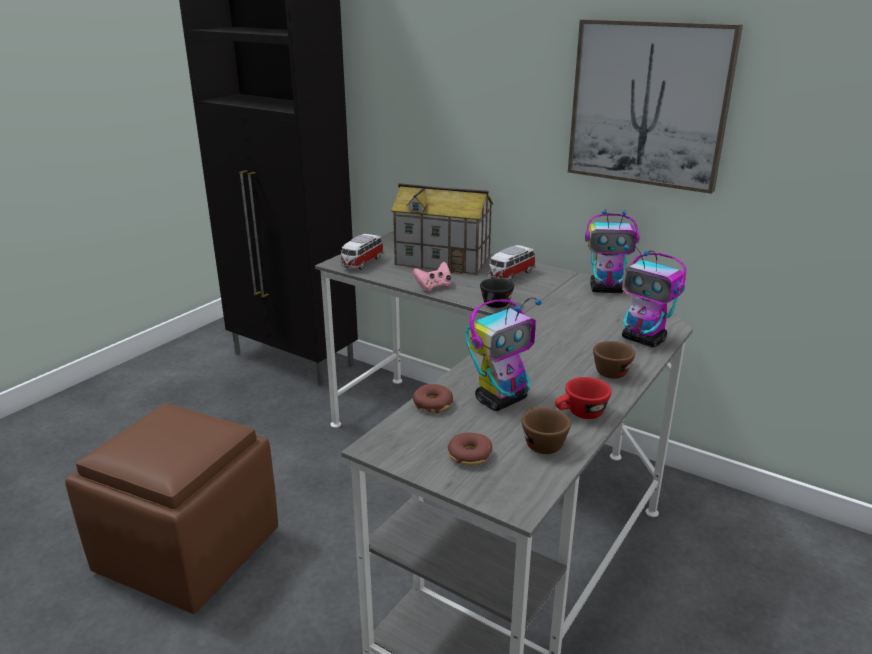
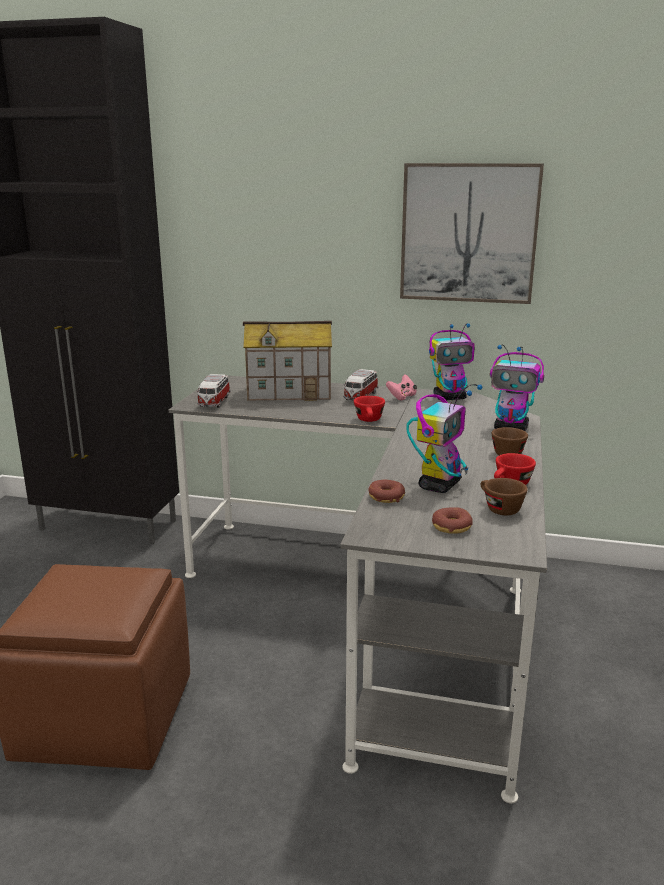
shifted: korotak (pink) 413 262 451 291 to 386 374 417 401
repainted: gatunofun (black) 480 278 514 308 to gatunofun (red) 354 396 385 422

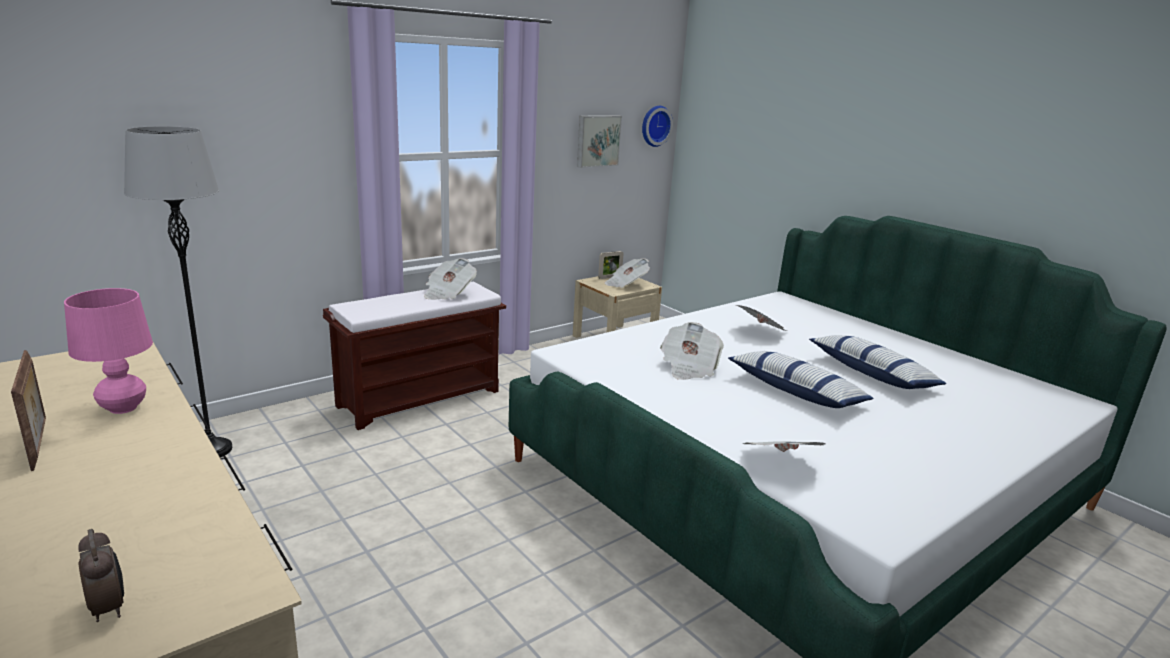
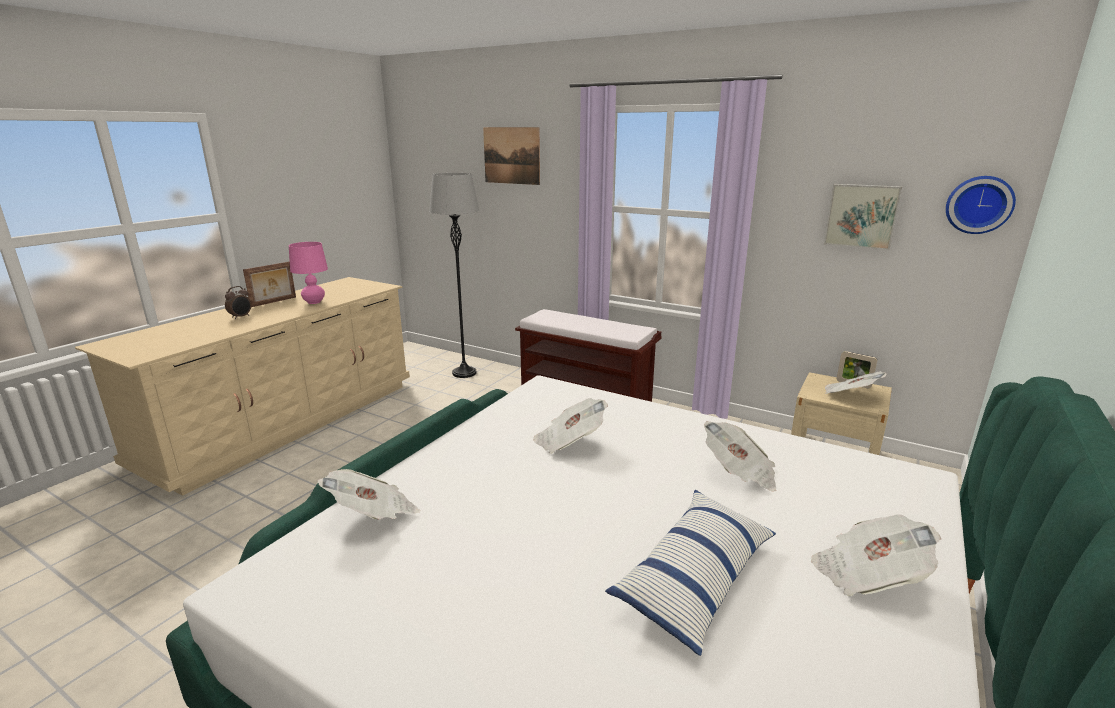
gone: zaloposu 728 351 874 408
new: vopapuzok 483 127 540 185
shifted: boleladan 78 529 124 622 to 225 286 251 319; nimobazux 424 258 477 300 to 811 514 941 596

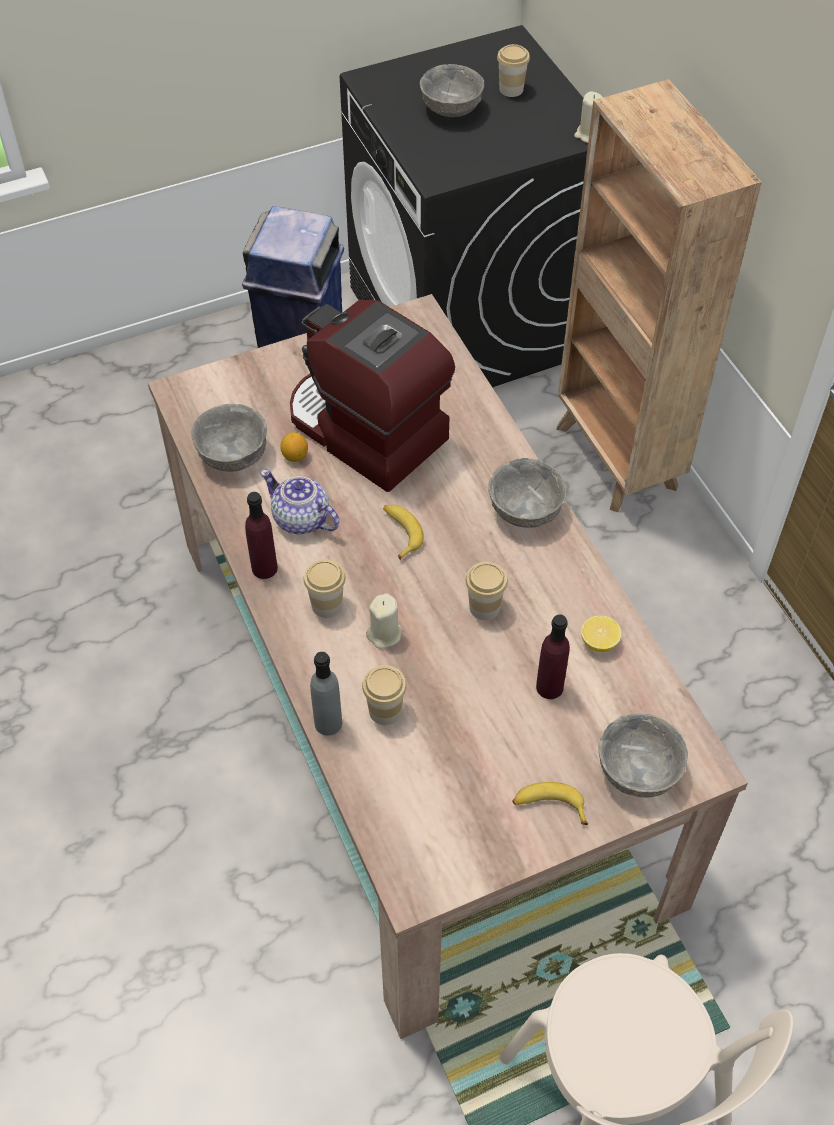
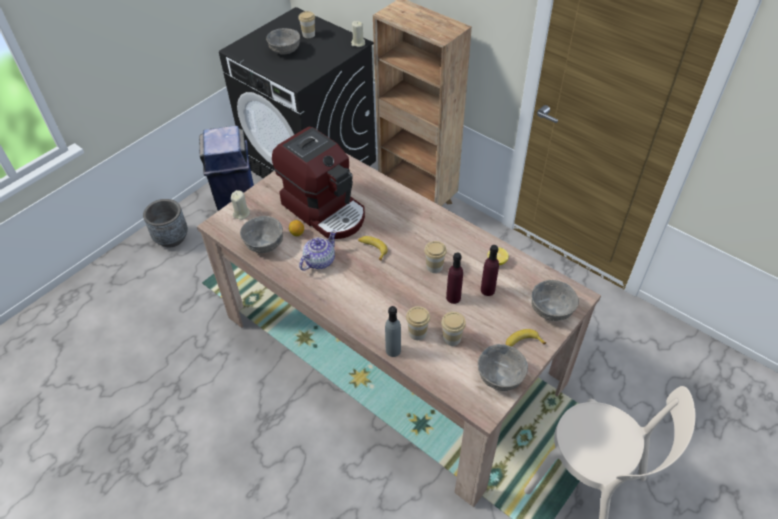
new: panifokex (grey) 143 199 188 248
shifted: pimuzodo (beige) 366 593 402 649 to 231 190 250 220; gatunofun 303 559 346 618 to 441 312 466 346; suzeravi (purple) 245 492 278 579 to 446 253 463 304; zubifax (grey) 488 458 567 528 to 478 344 528 391
rotated: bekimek 290 300 455 492 = 272 126 365 239 150 degrees counterclockwise; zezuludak 260 470 339 535 = 299 230 337 271 120 degrees clockwise

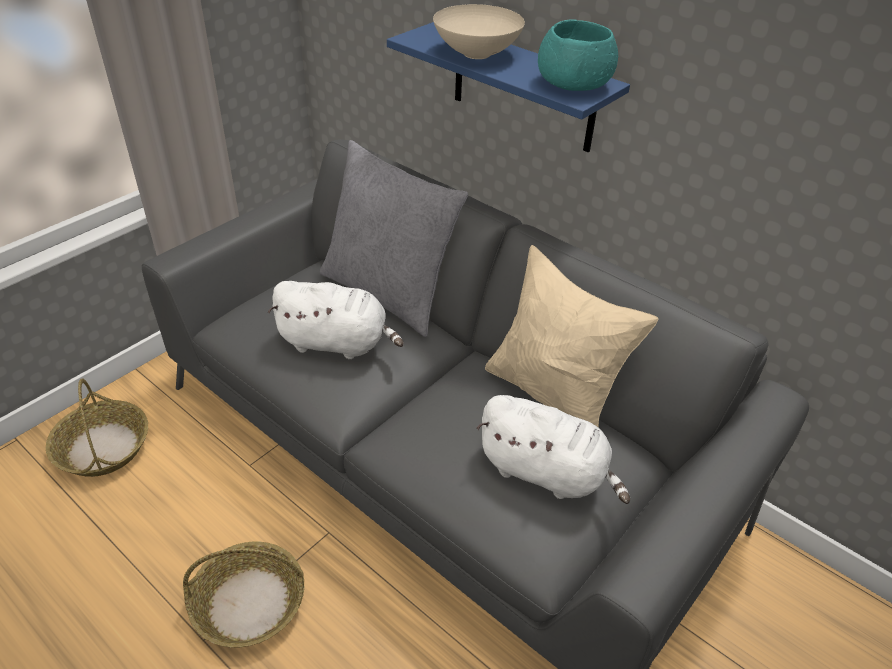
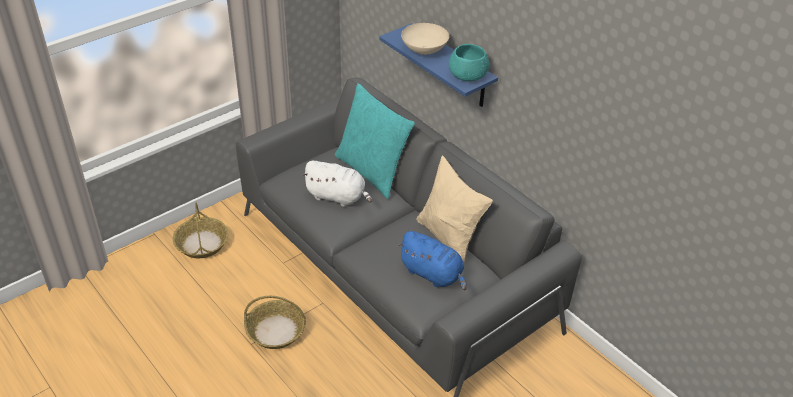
repainted: zaloposu (grey) 320 140 468 337 to zaloposu (turquoise) 335 83 415 199; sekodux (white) 477 395 630 504 to sekodux (blue) 397 231 467 290

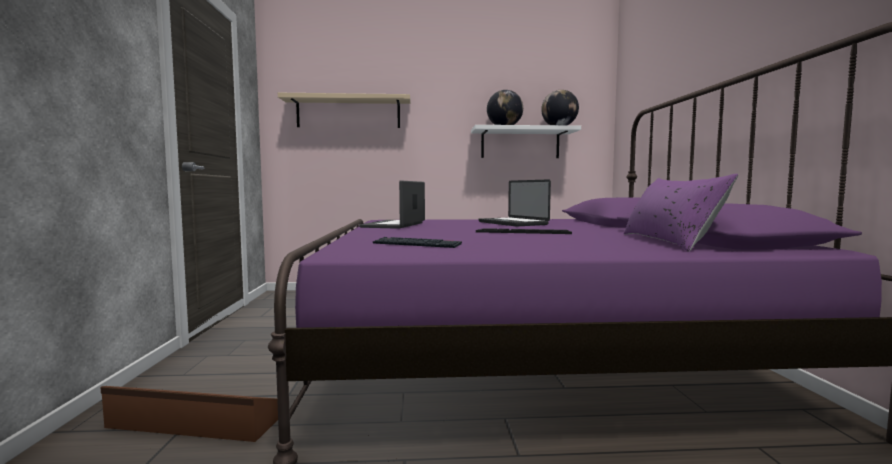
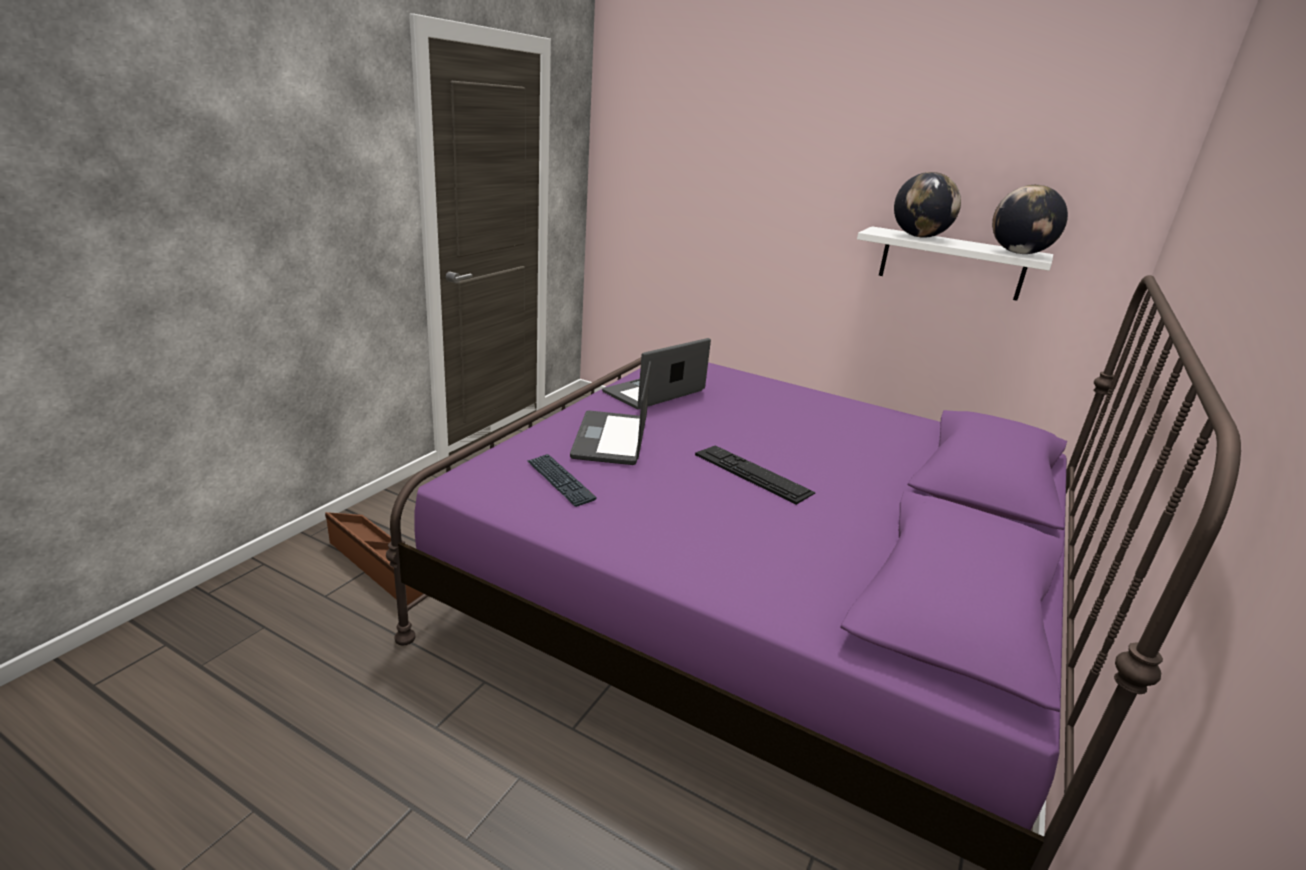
gone: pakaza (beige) 278 93 411 128; zaloposu (purple) 624 174 738 252
shifted: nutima 479 179 551 227 to 570 361 651 465

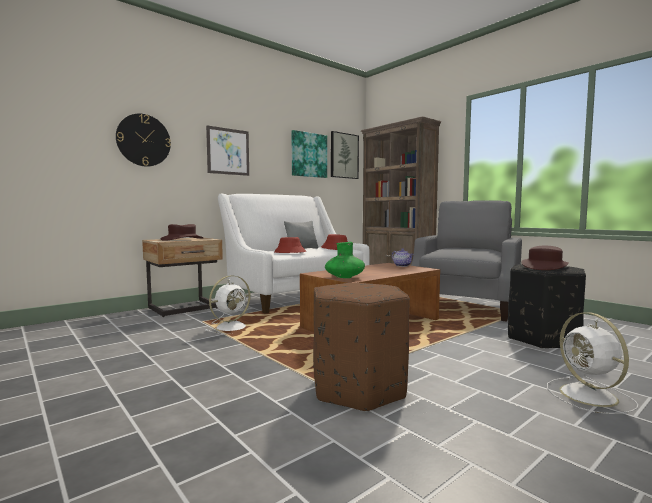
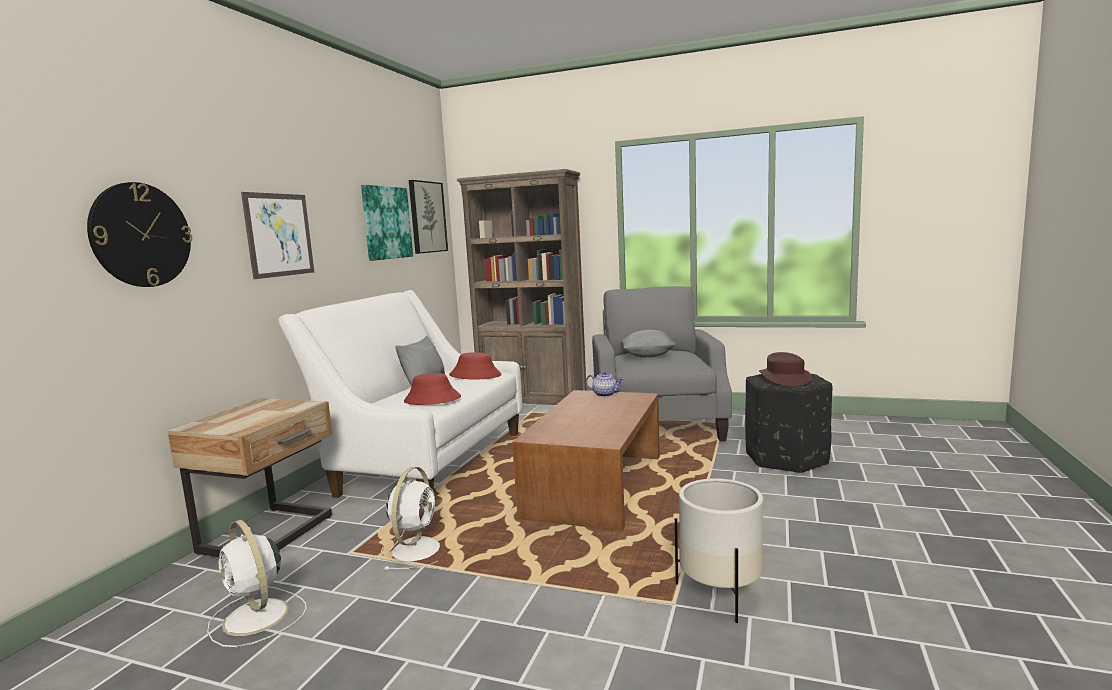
gone: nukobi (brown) 160 224 204 241; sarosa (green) 325 242 365 278
new: zaloposu (grey) 620 330 676 357
shifted: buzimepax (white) 547 312 638 414 to 207 520 307 647
swapped: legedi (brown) 313 282 410 413 to panifokex (white) 675 478 763 623

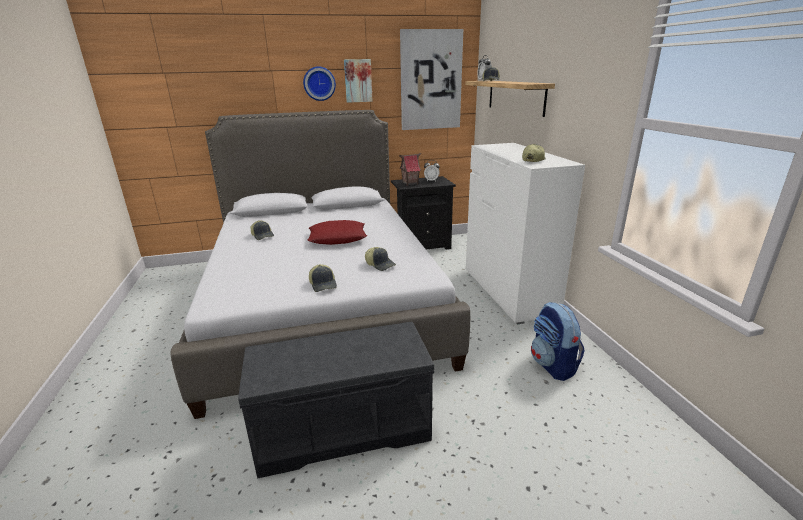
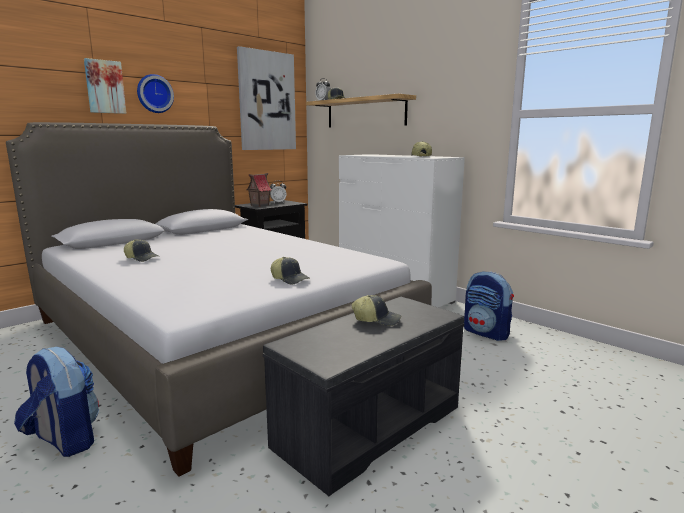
gone: zaloposu (red) 308 220 367 245
new: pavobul 14 347 99 457
shifted: vopapuzok 344 59 373 103 to 84 58 126 114; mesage 365 247 396 271 to 351 295 401 326

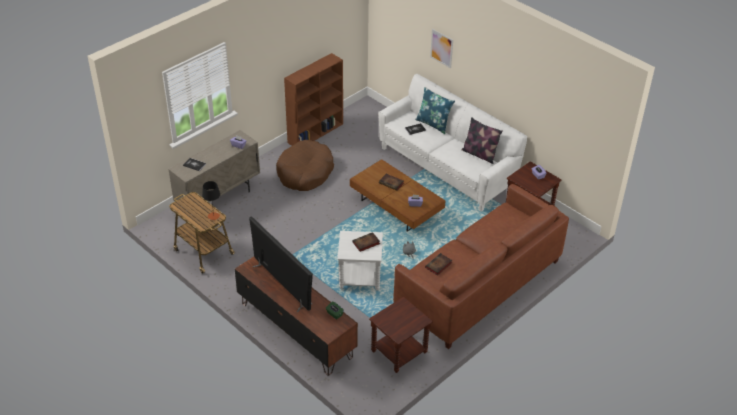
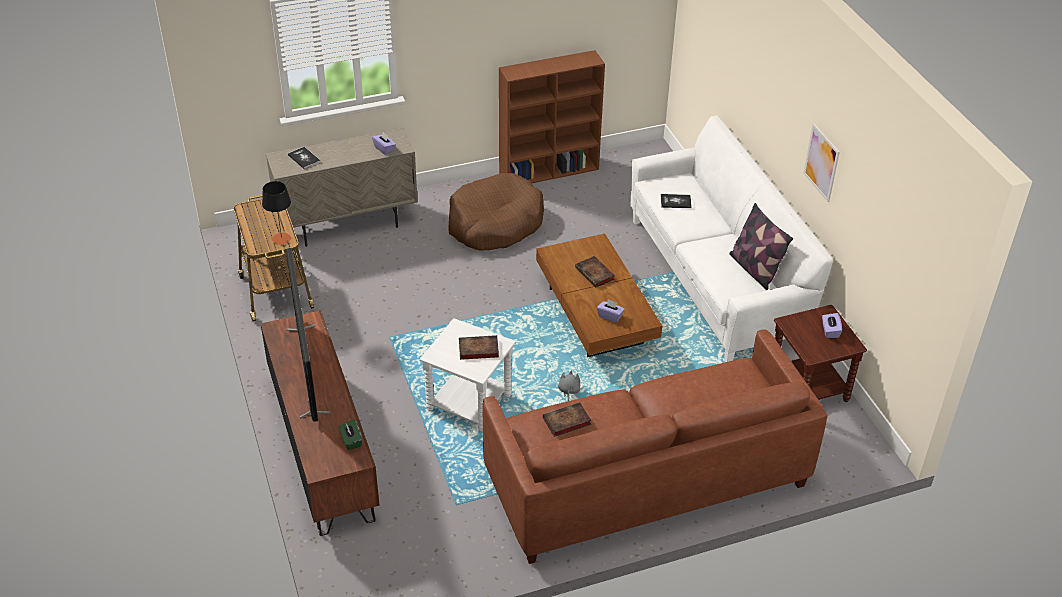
gone: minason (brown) 369 297 433 373; zaloposu (blue) 415 87 455 134
shifted: vopapuzok 430 29 453 68 to 804 124 840 202

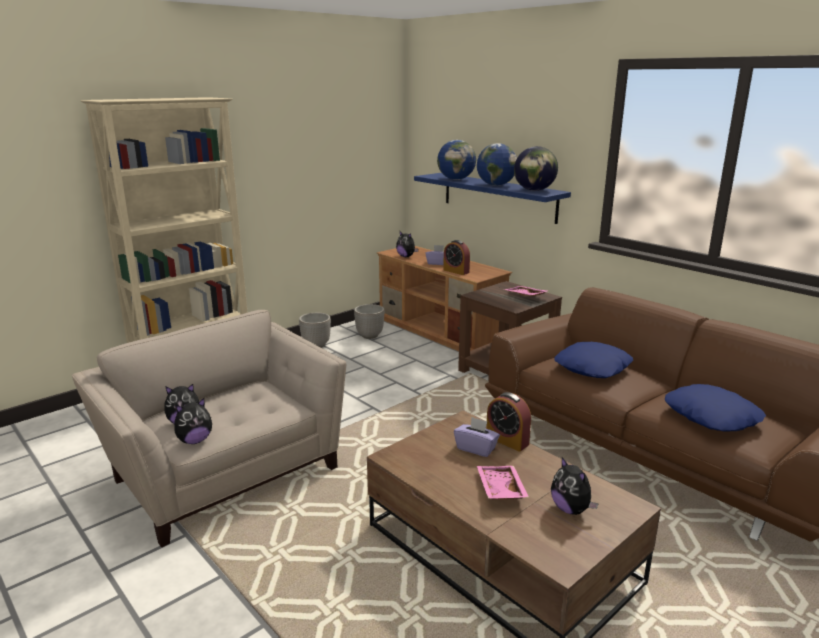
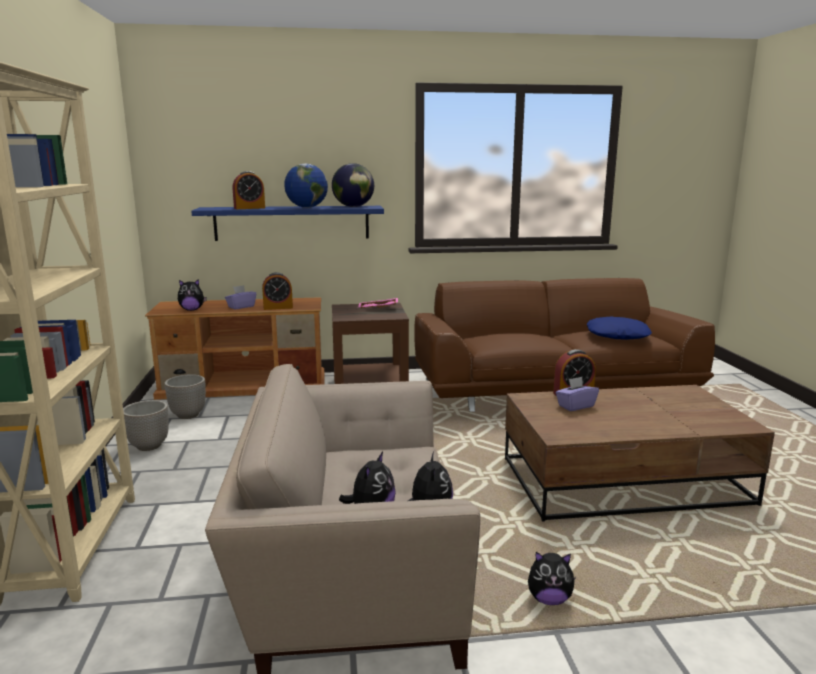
gone: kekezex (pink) 477 466 529 500; zaloposu (blue) 554 342 633 378
shifted: sekodux 551 457 599 515 to 528 552 576 605
swapped: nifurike 437 140 476 180 to boleladan 233 171 265 209

